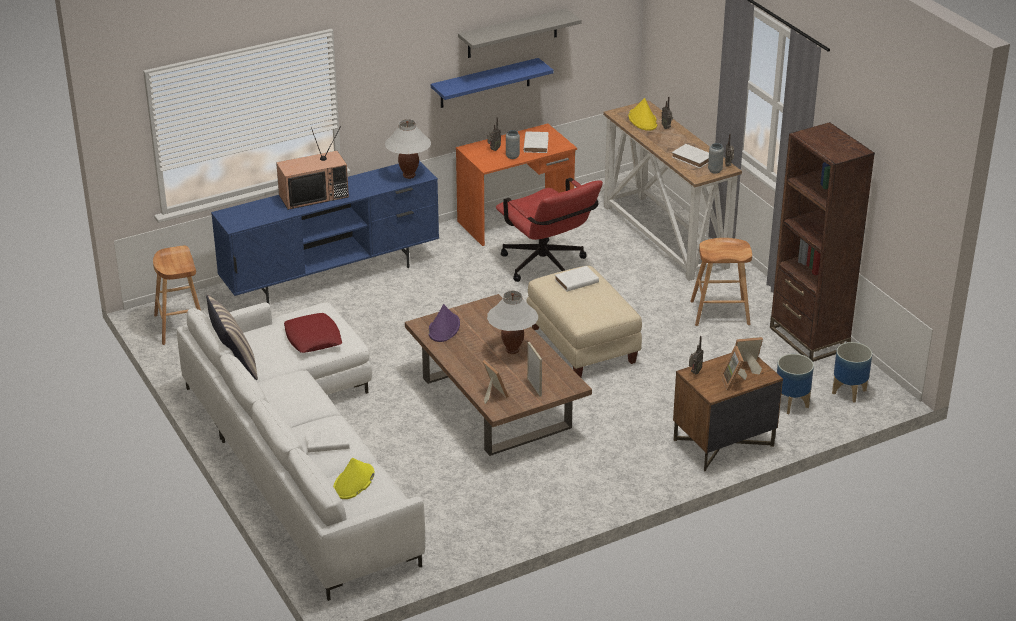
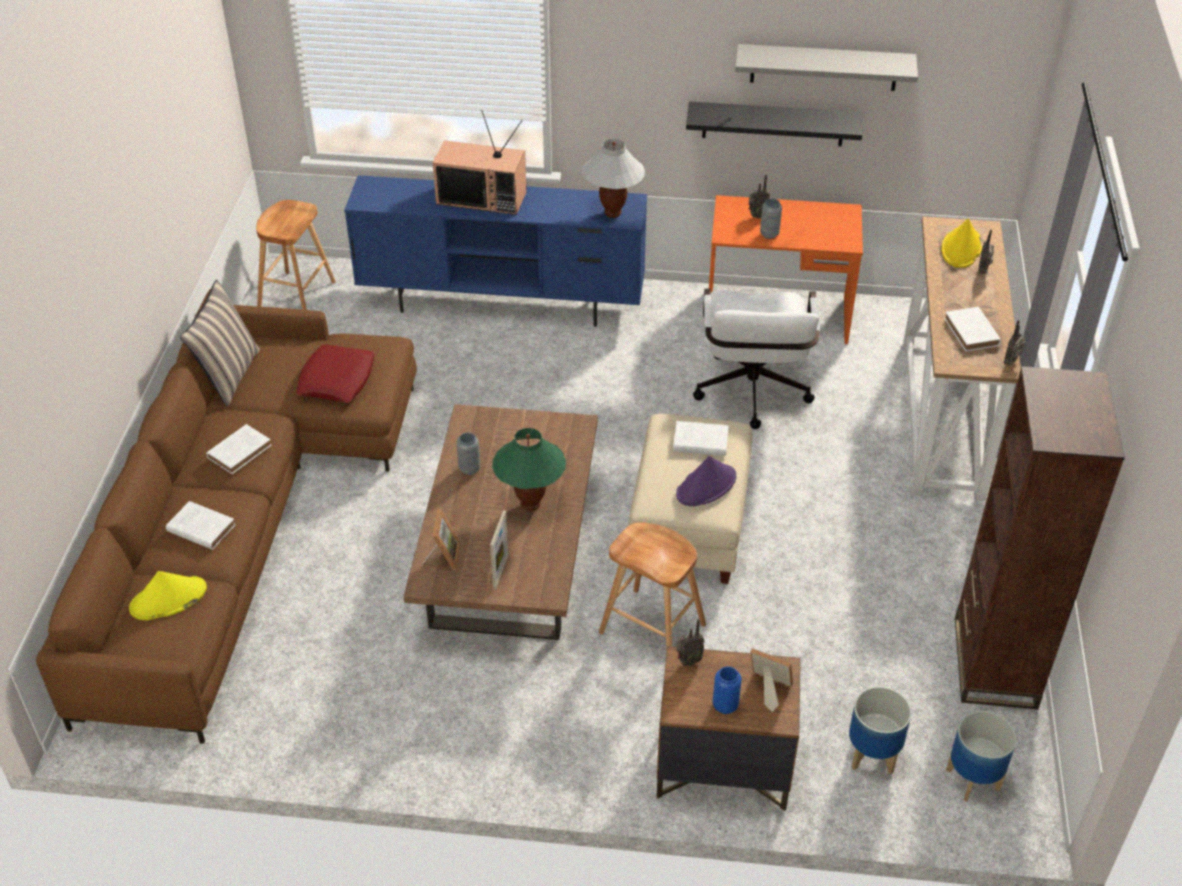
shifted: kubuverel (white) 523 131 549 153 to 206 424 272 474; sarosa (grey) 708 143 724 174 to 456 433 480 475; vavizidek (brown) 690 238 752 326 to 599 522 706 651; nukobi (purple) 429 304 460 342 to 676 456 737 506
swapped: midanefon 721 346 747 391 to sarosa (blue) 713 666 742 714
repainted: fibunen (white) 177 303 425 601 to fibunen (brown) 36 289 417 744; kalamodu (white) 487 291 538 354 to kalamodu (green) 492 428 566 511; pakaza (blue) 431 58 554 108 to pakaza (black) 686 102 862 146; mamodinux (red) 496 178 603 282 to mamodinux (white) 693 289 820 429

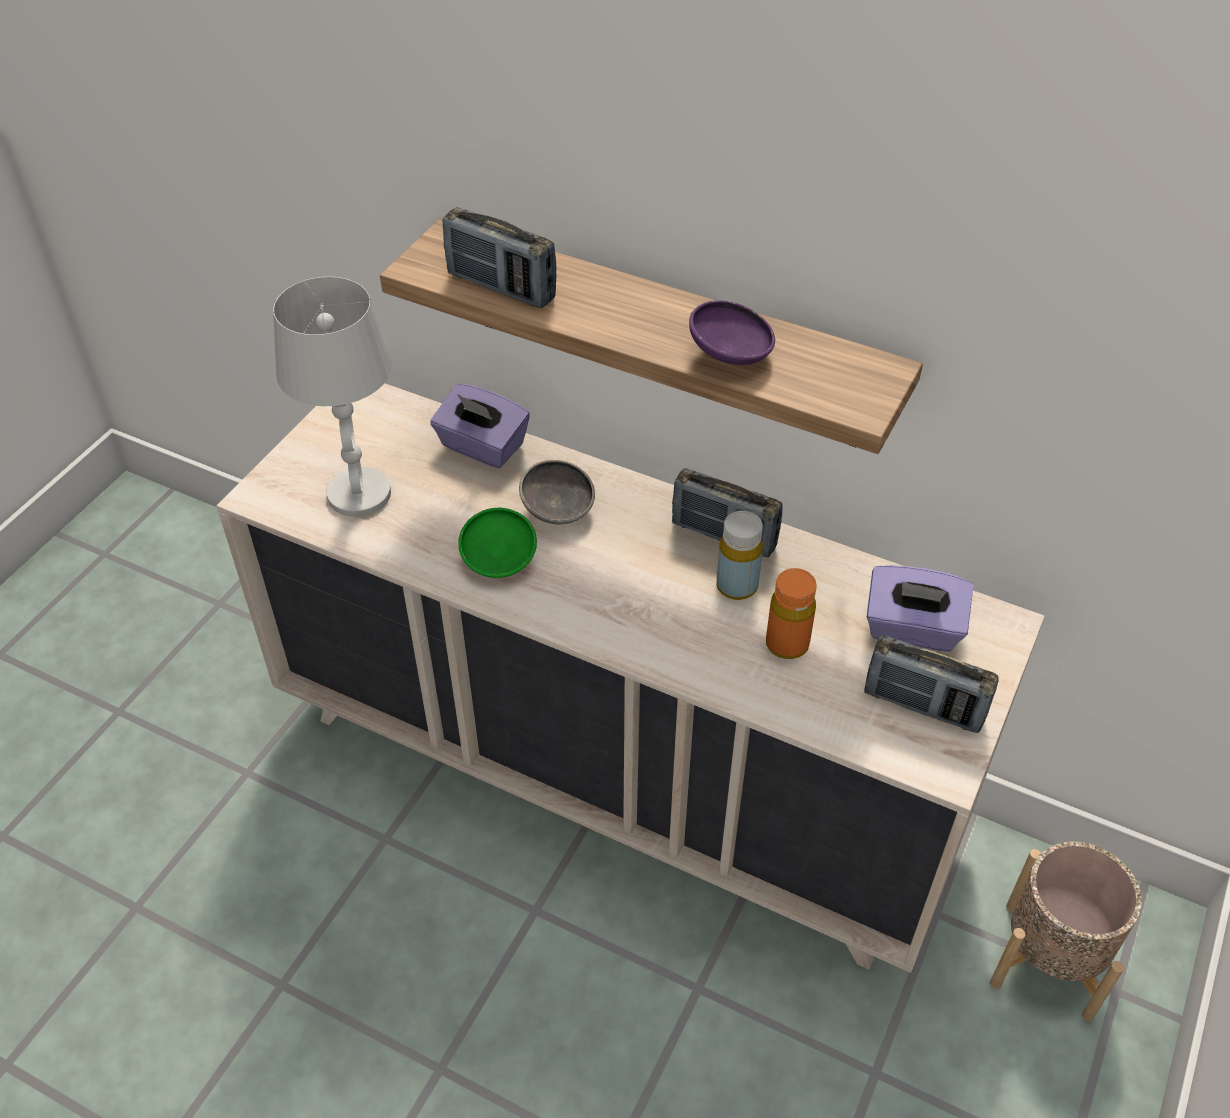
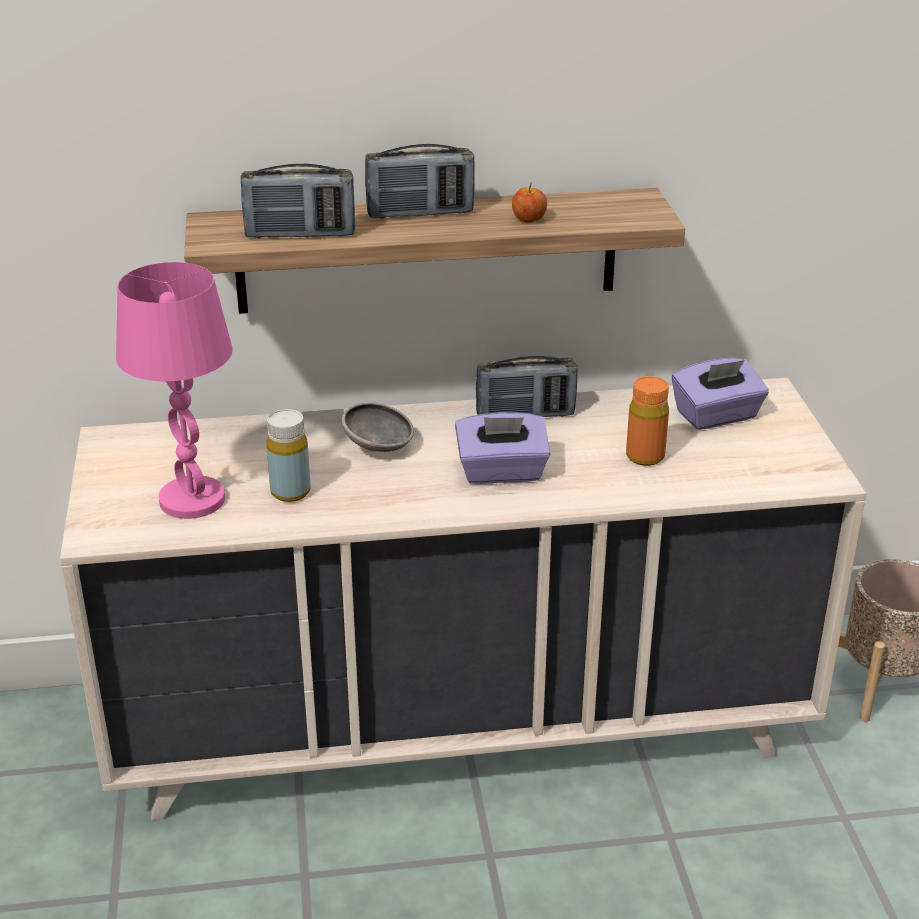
gone: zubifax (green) 458 508 537 578
shifted: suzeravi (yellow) 717 511 763 600 to 266 409 311 502; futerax 864 635 999 733 to 365 144 475 219; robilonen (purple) 430 384 530 468 to 455 412 550 484
swapped: zubifax (purple) 689 300 775 365 to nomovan 512 183 547 222
repainted: kalamodu (white) 273 277 392 517 to kalamodu (pink) 116 262 233 519

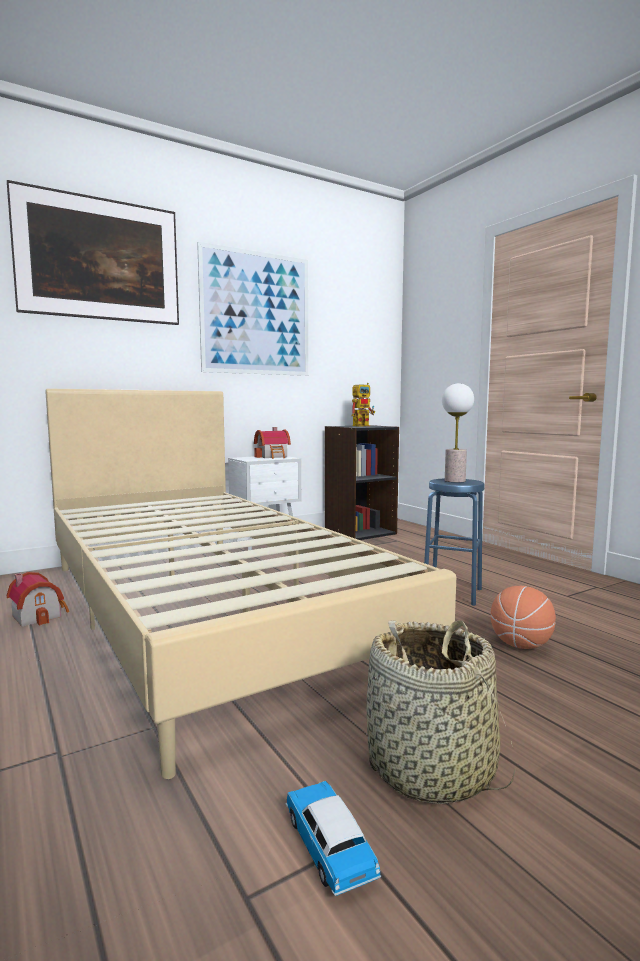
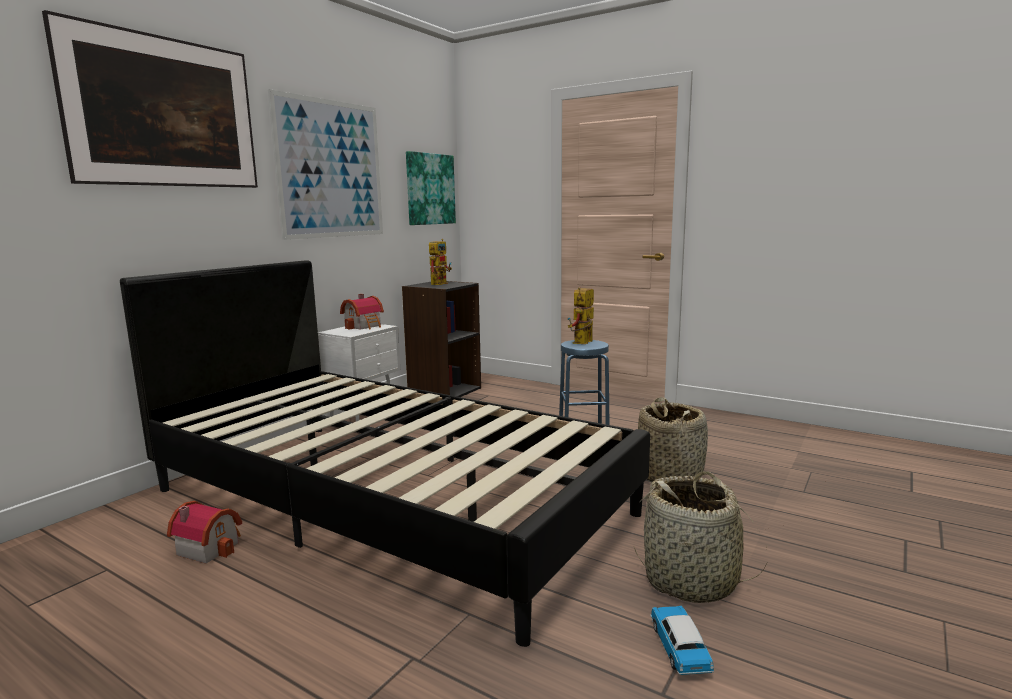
new: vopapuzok 406 151 456 225
swapped: kalamodu 442 383 474 482 to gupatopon 568 287 594 344; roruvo 491 586 556 649 to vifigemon 638 397 708 482
repainted: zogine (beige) 45 388 456 779 to zogine (black) 120 260 650 647
rotated: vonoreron 286 781 381 896 = 650 606 714 675 45 degrees clockwise

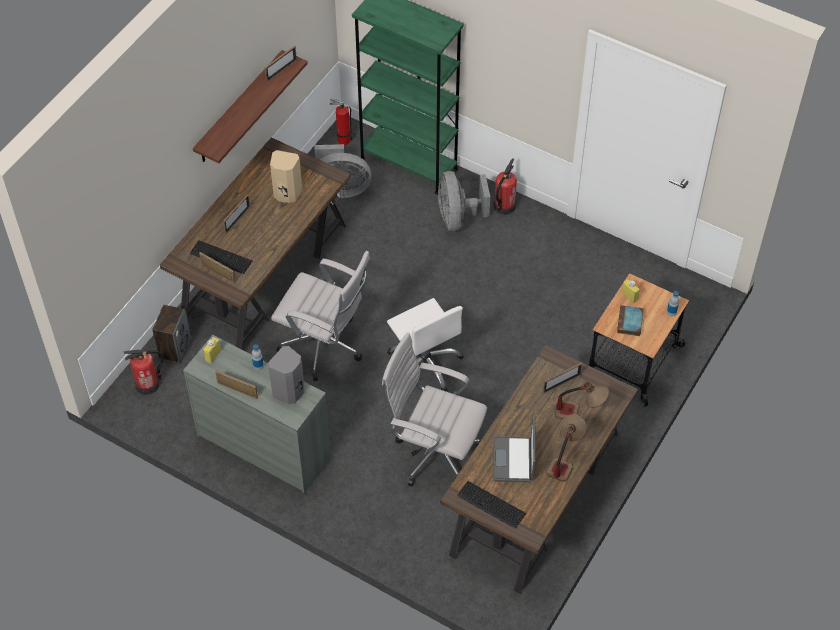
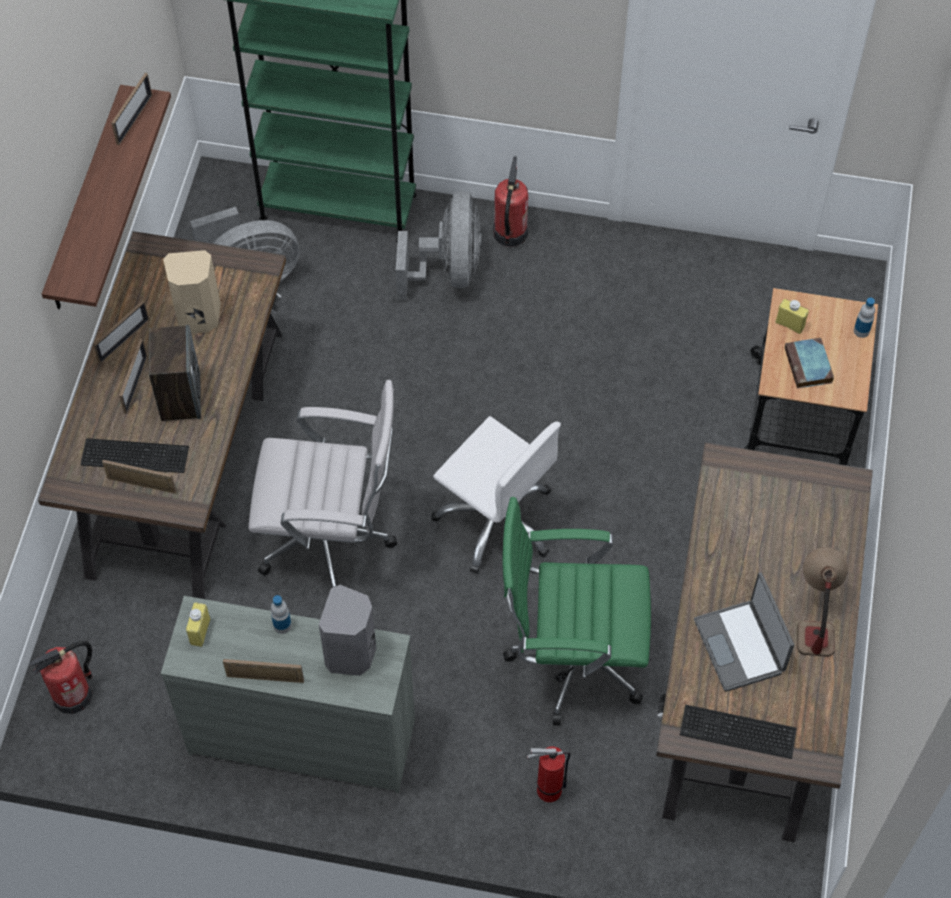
gone: kalamodu 555 382 609 419
shifted: midanefon 543 363 582 394 to 93 300 149 364; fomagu 152 305 191 363 to 149 325 201 421; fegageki 330 98 352 145 to 527 747 570 802
repainted: mamodinux (white) 382 333 487 487 to mamodinux (green) 502 497 651 726
rotated: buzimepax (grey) 438 171 490 231 = 396 191 482 300 150 degrees counterclockwise

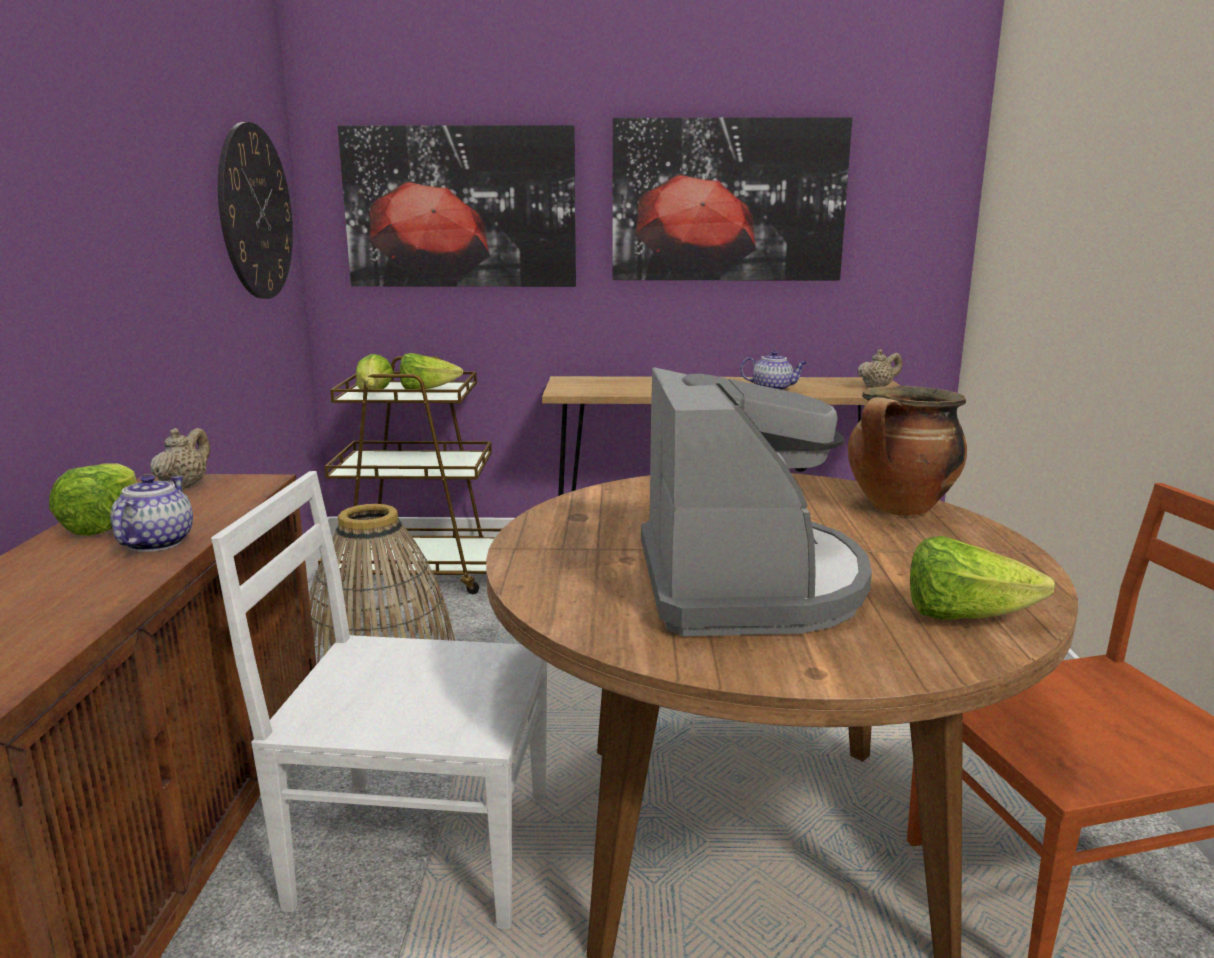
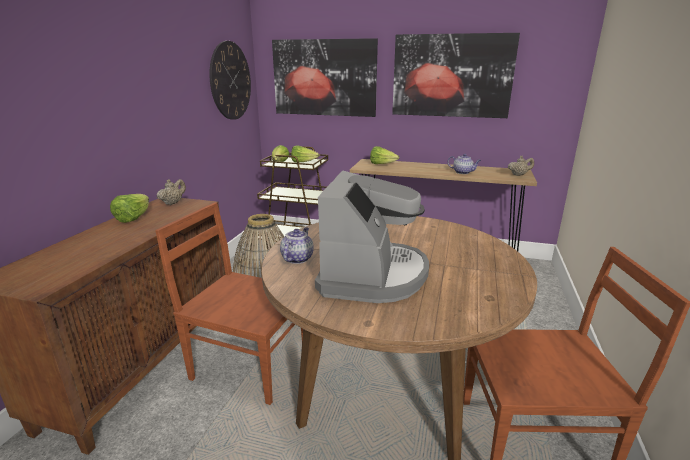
gone: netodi 848 386 967 516
shifted: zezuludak 110 474 193 552 to 280 227 314 264; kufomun 910 536 1055 620 to 370 146 399 164
repainted: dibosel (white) 211 471 547 929 to dibosel (brown) 155 202 303 405

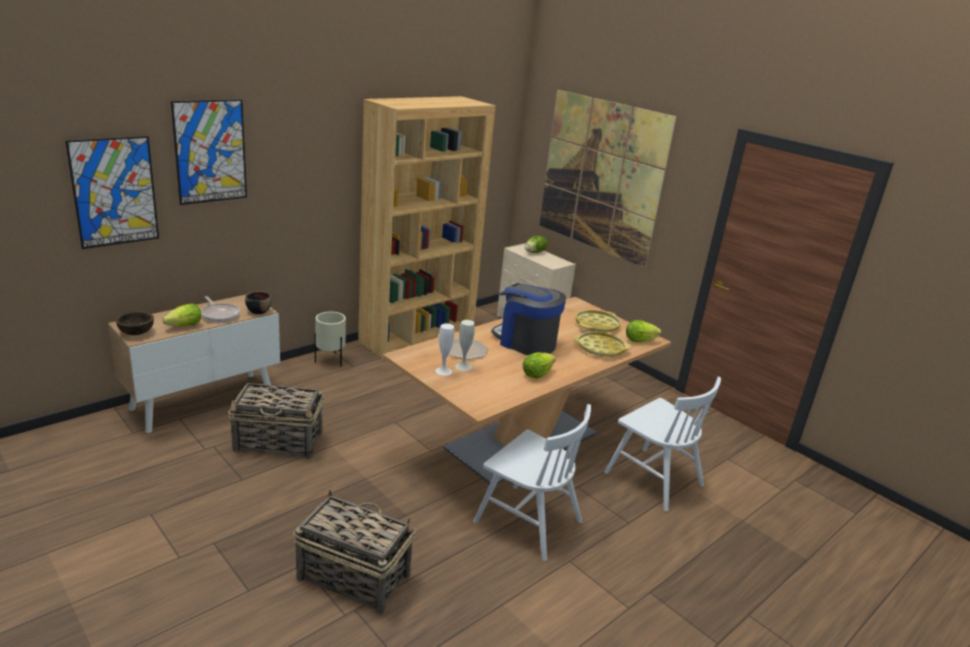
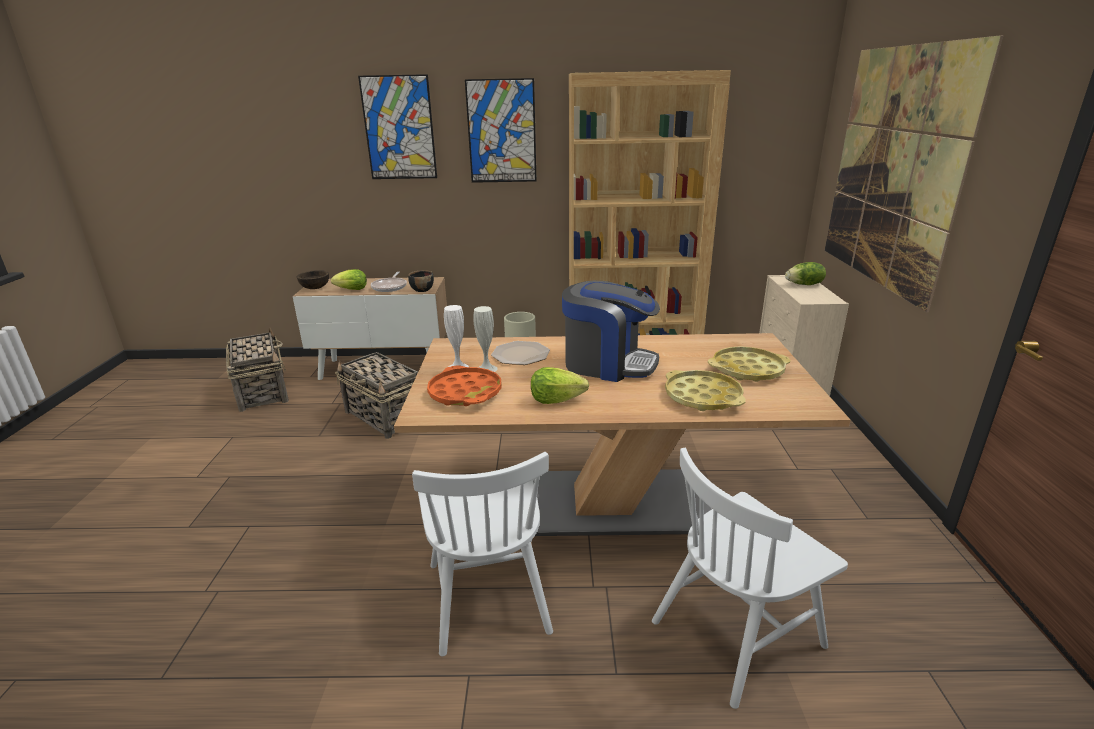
gone: kufomun 626 320 661 342
new: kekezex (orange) 427 365 501 406
shifted: vifigemon 293 489 416 615 to 226 327 289 412; vopapuzok 65 136 159 249 to 465 78 537 183
rotated: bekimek 491 283 566 355 = 562 281 660 382 120 degrees clockwise; dibosel (white) 604 376 721 511 = 652 448 848 709 60 degrees clockwise

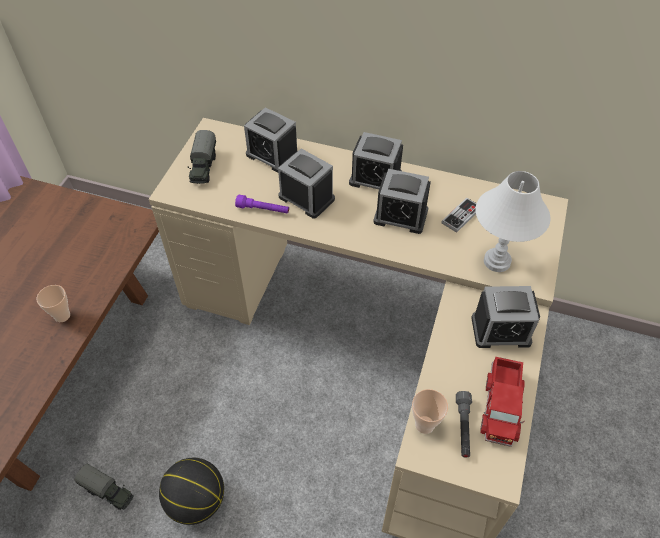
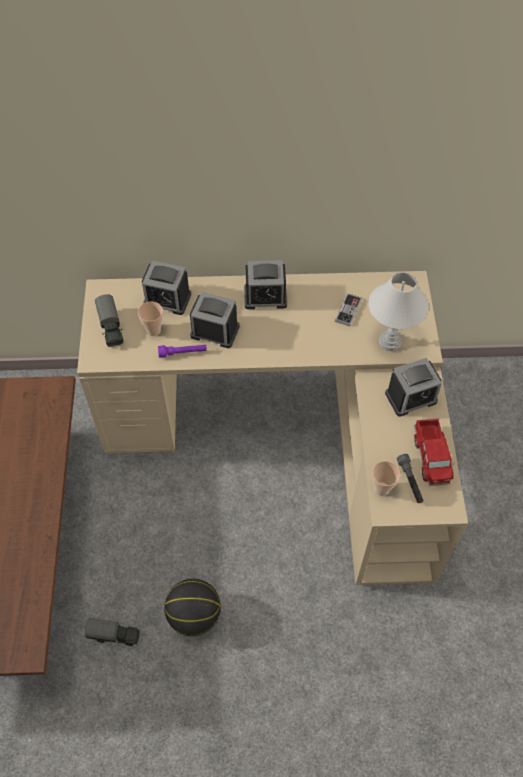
gone: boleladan 373 169 431 234
shifted: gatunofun 36 285 70 322 to 138 302 163 336

